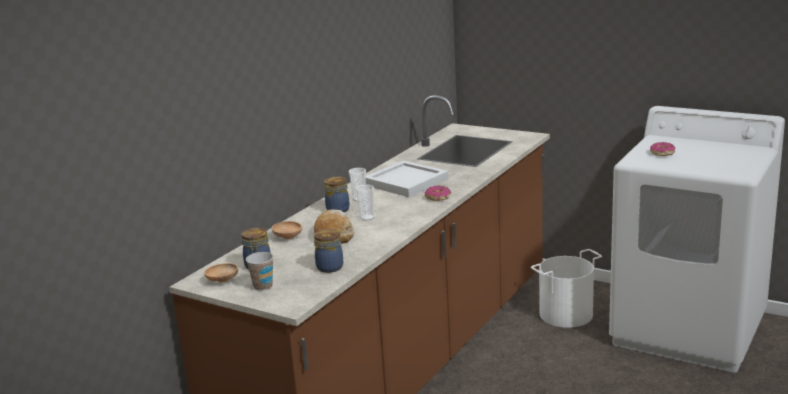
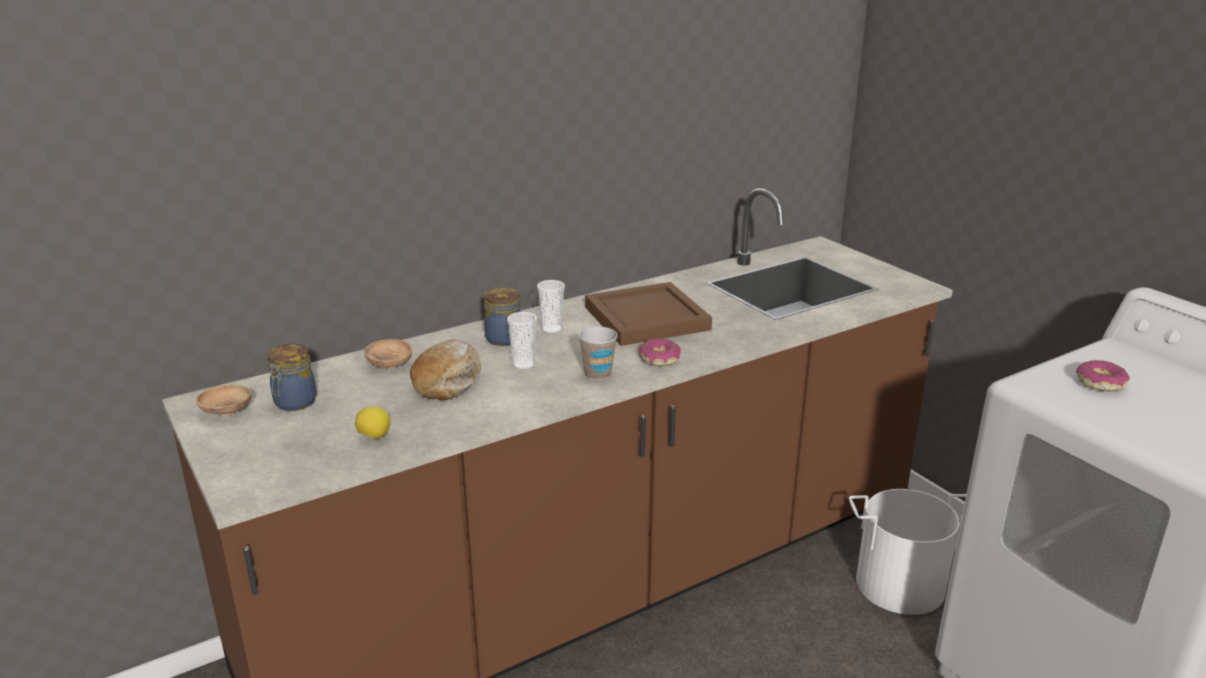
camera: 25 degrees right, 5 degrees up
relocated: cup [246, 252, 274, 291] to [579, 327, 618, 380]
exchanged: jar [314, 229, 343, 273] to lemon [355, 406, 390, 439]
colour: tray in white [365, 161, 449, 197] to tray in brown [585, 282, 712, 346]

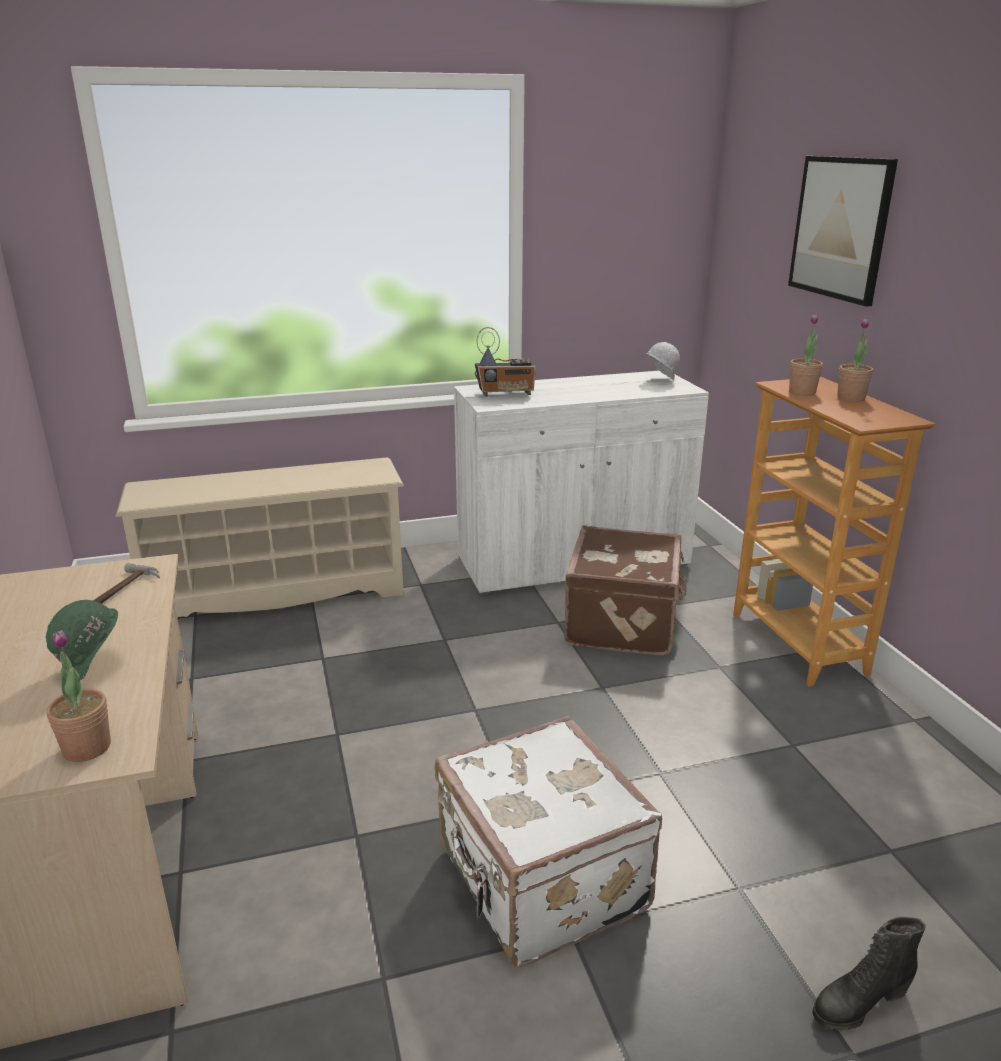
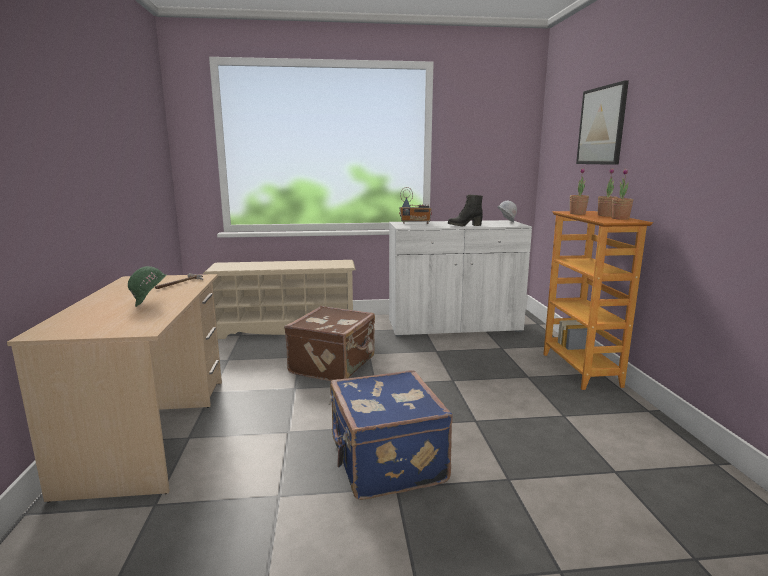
camera: 10 degrees right, 10 degrees down
relocated: suitcase in brown [564, 525, 686, 656] to [284, 306, 375, 381]; potted plant [46, 630, 111, 762] to [612, 168, 633, 220]; boot in black [812, 917, 926, 1030] to [448, 194, 483, 226]
colour: suitcase in white [435, 716, 662, 967] to suitcase in blue [329, 370, 453, 500]

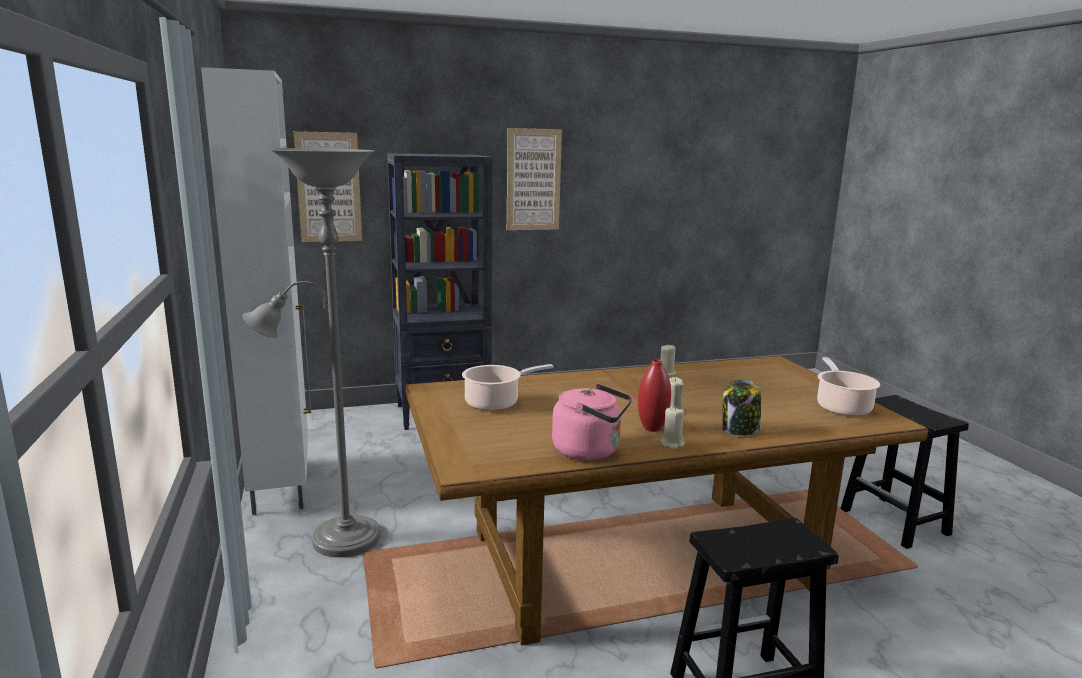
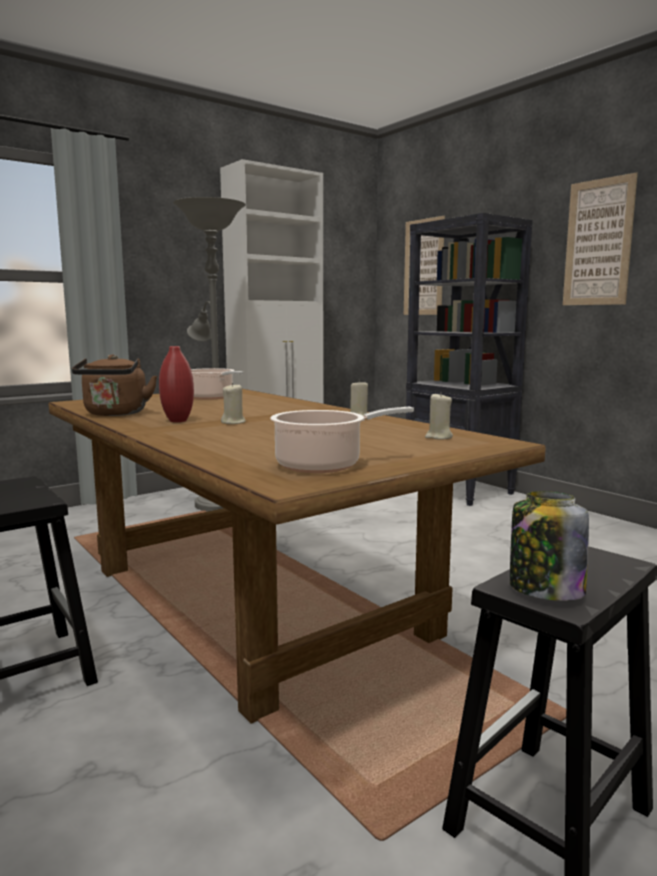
camera: 70 degrees right, 5 degrees down
relocated: jar [723, 380, 761, 436] to [510, 491, 589, 601]; candle in beige [661, 407, 685, 449] to [425, 392, 453, 440]
colour: kettle in pink [552, 384, 632, 461] to kettle in brown [72, 354, 157, 416]

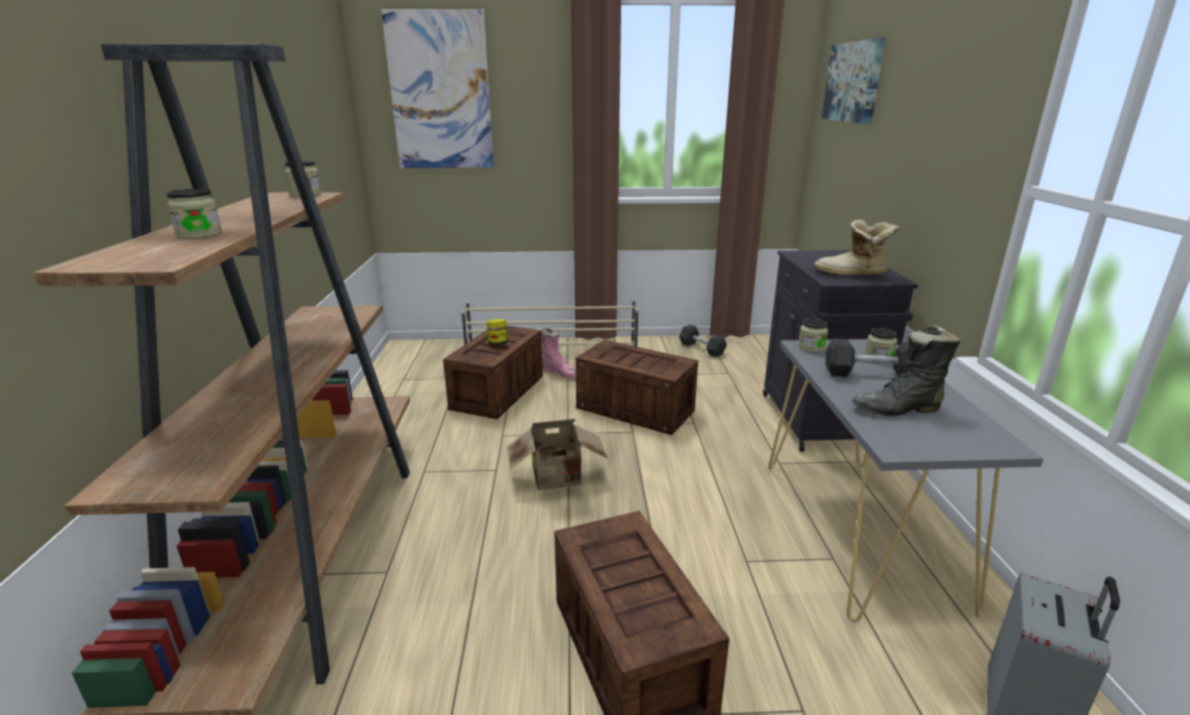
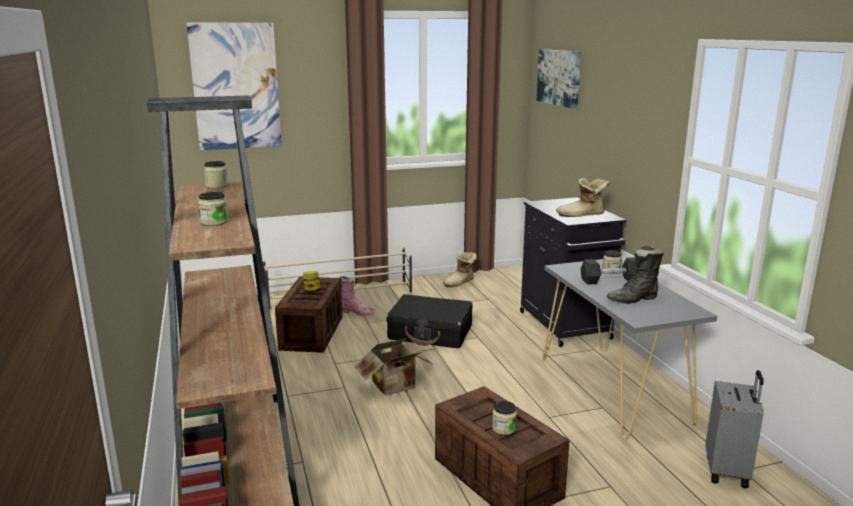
camera: 15 degrees left, 5 degrees down
relocated: jar [798, 318, 828, 353] to [492, 401, 517, 435]
exchanged: dumbbell in grey [679, 325, 727, 357] to boot [443, 252, 477, 287]; crate [576, 340, 698, 435] to suitcase in black [386, 294, 473, 348]

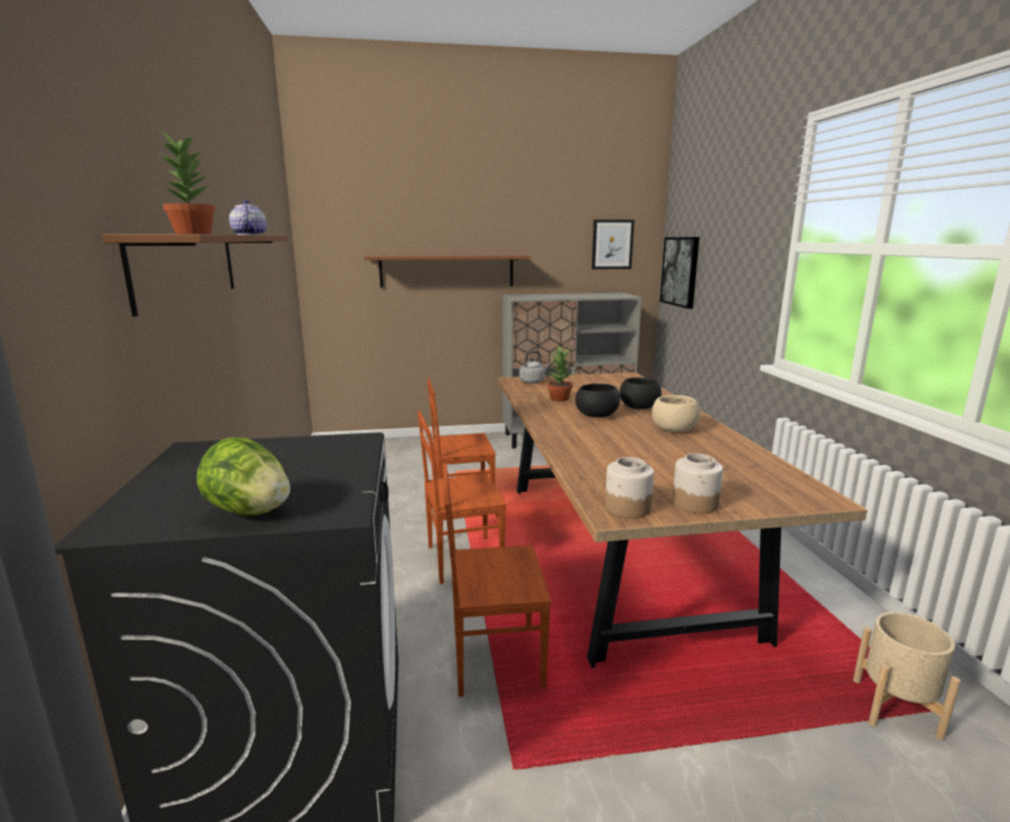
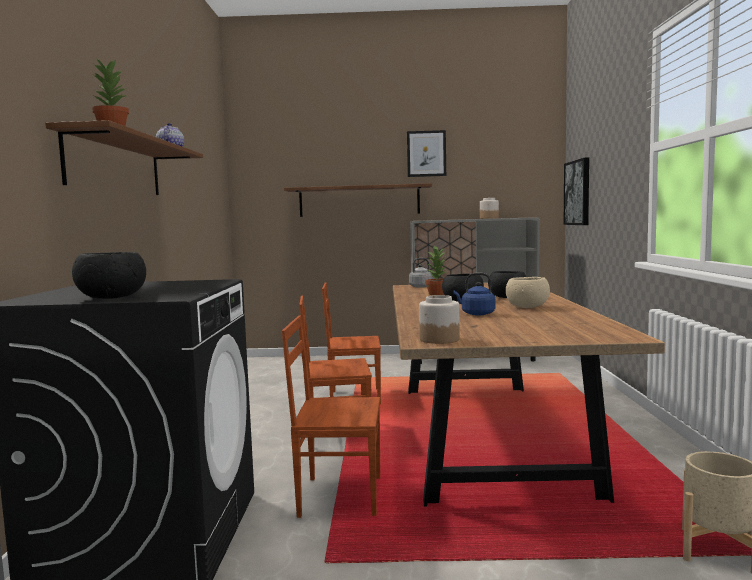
camera: 10 degrees right, 10 degrees down
appeared: kettle in blue [453, 273, 495, 315]
relocated: picture [592, 220, 634, 269] to [407, 130, 446, 177]; jar [672, 453, 723, 513] to [480, 198, 499, 219]
exchanged: lettuce [197, 437, 290, 516] to bowl in black [72, 252, 146, 299]

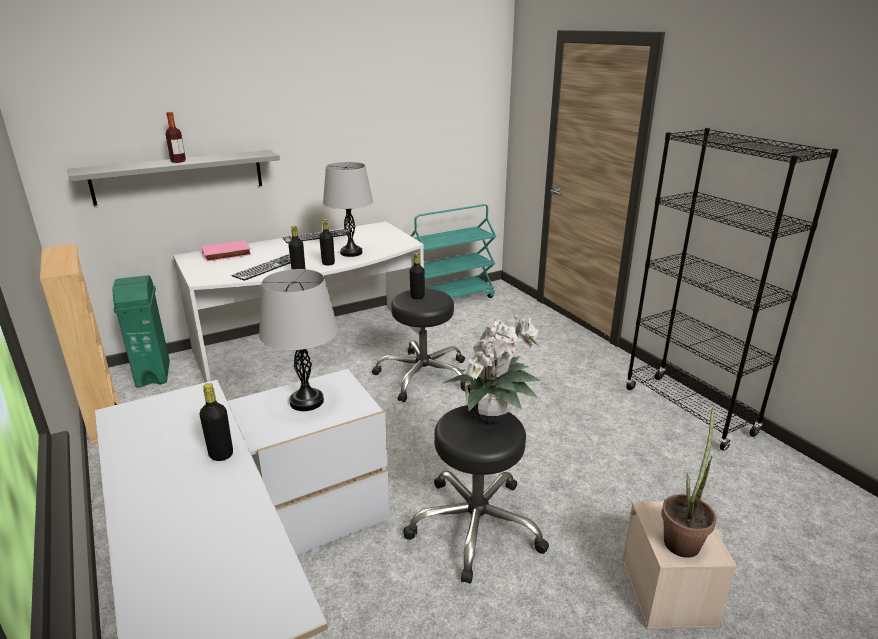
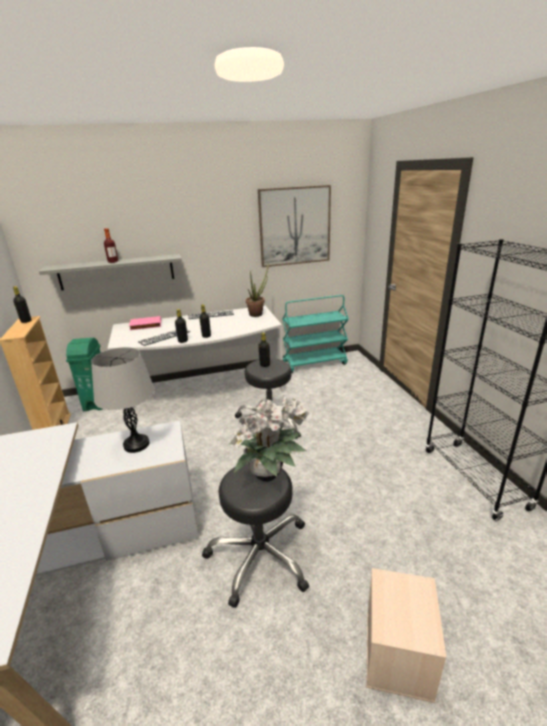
camera: 15 degrees right, 0 degrees up
missing: table lamp in grey [323, 162, 373, 257]
appeared: picture [258, 185, 331, 267]
relocated: bottle in black [200, 383, 233, 461] to [13, 286, 31, 323]; potted plant [661, 408, 716, 558] to [246, 263, 269, 317]

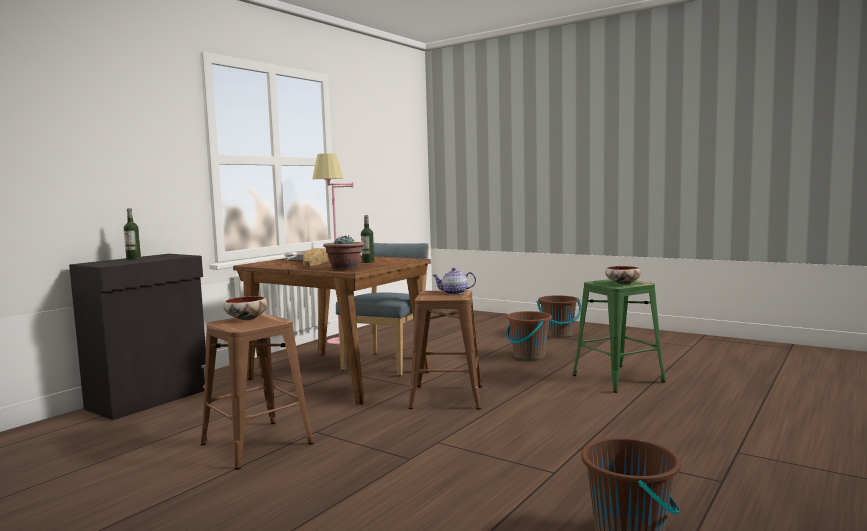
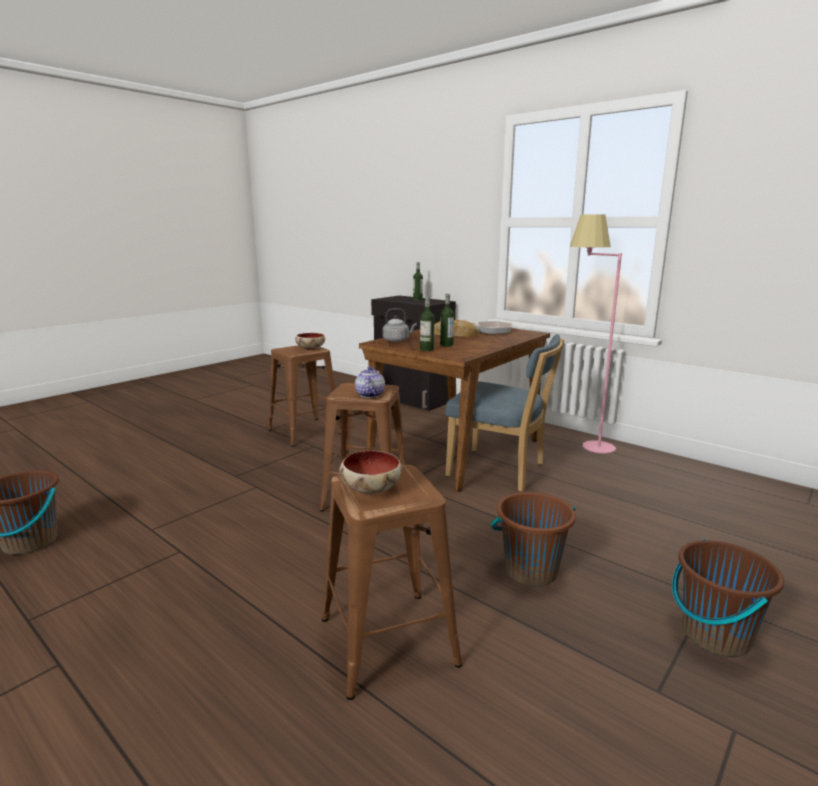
camera: 95 degrees right, 10 degrees up
appeared: bottle [420, 296, 434, 351]
exchanged: potted plant [323, 235, 365, 270] to kettle in grey [383, 308, 417, 342]
colour: stool in green [572, 279, 666, 393] to stool in brown [322, 465, 462, 700]

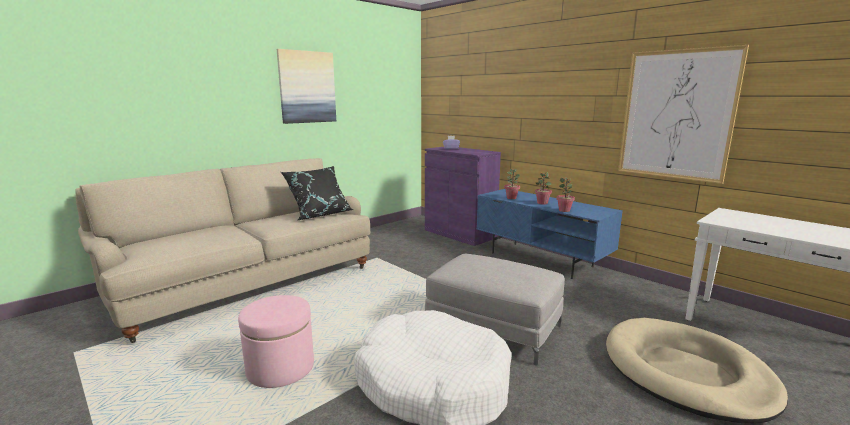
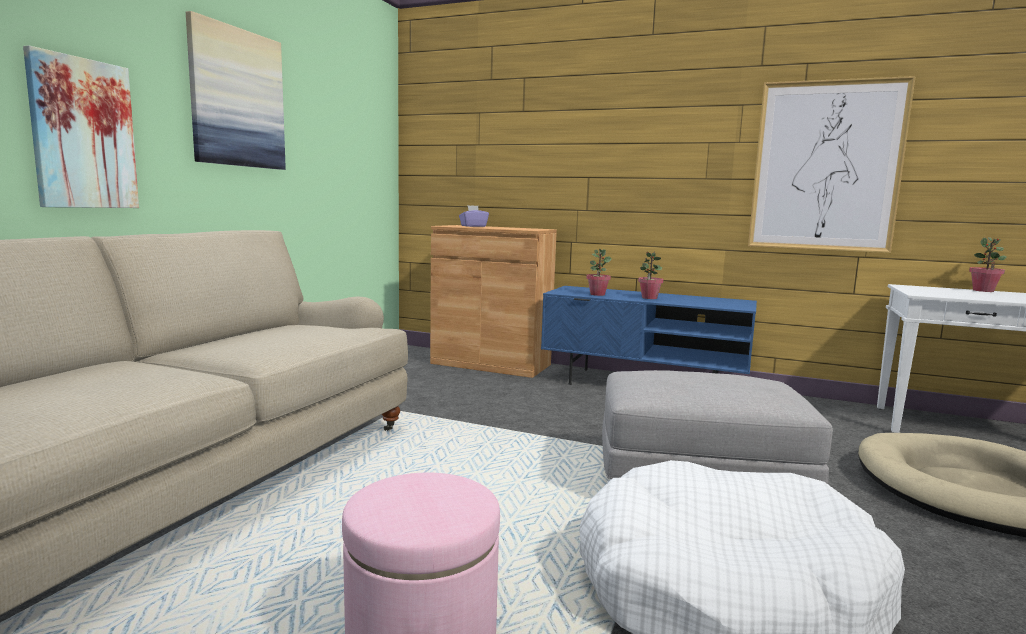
camera: 25 degrees left, 5 degrees down
missing: pillow in black [281, 166, 353, 220]
appeared: picture [23, 45, 139, 208]
relocated: potted plant [556, 178, 575, 212] to [969, 237, 1007, 292]
colour: cabinet in purple [425, 147, 501, 246] to cabinet in brown [430, 225, 557, 378]

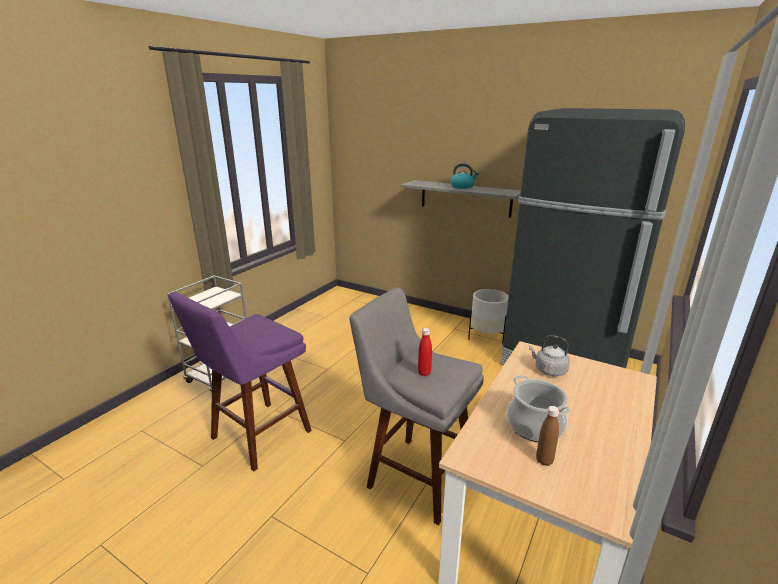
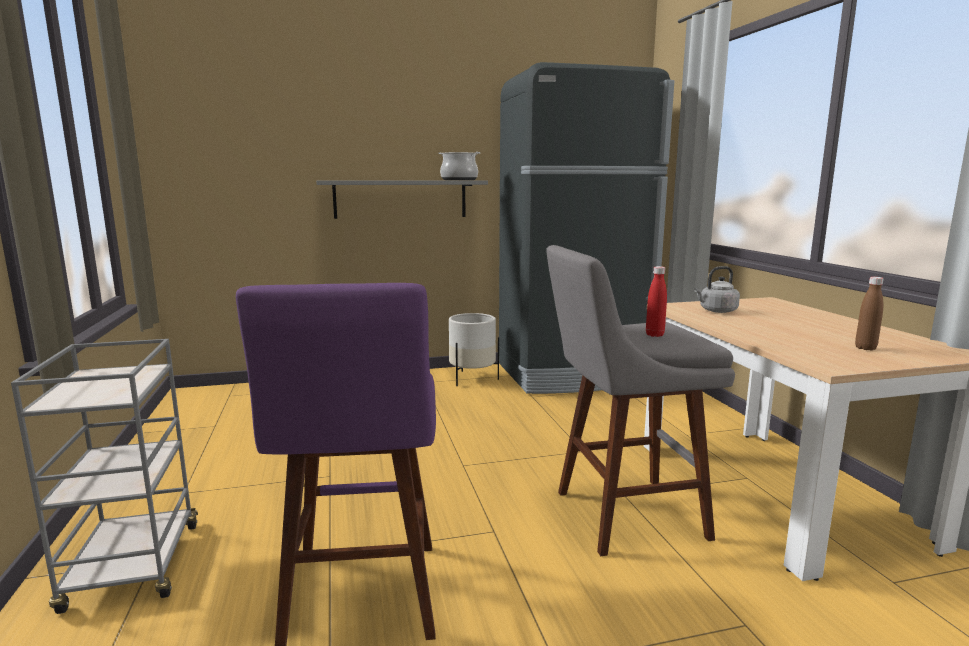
camera: 45 degrees left, 10 degrees down
missing: kettle [450, 163, 479, 189]
relocated: cooking pot [507, 375, 570, 442] to [438, 152, 480, 180]

